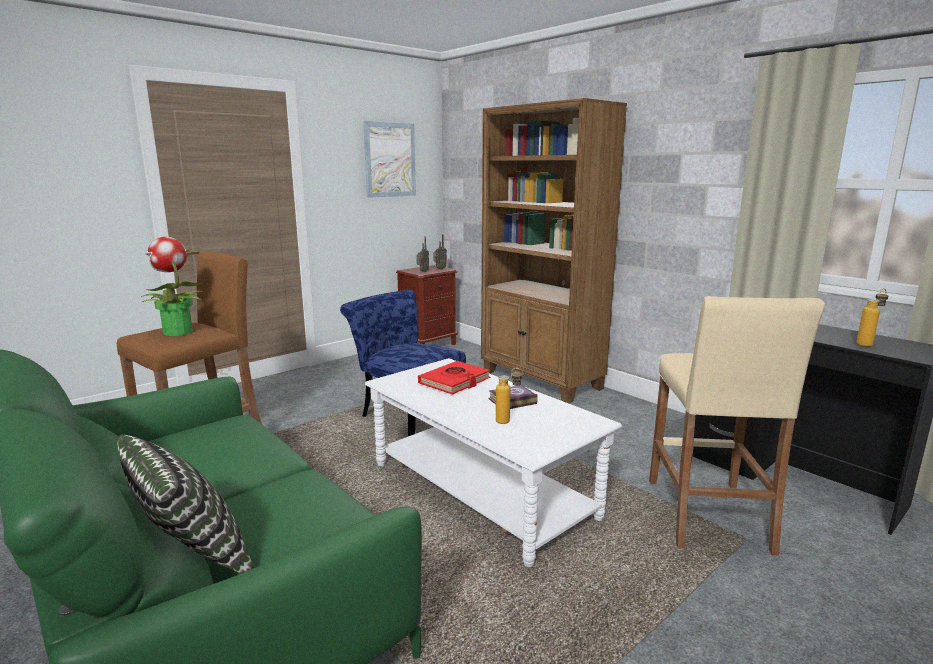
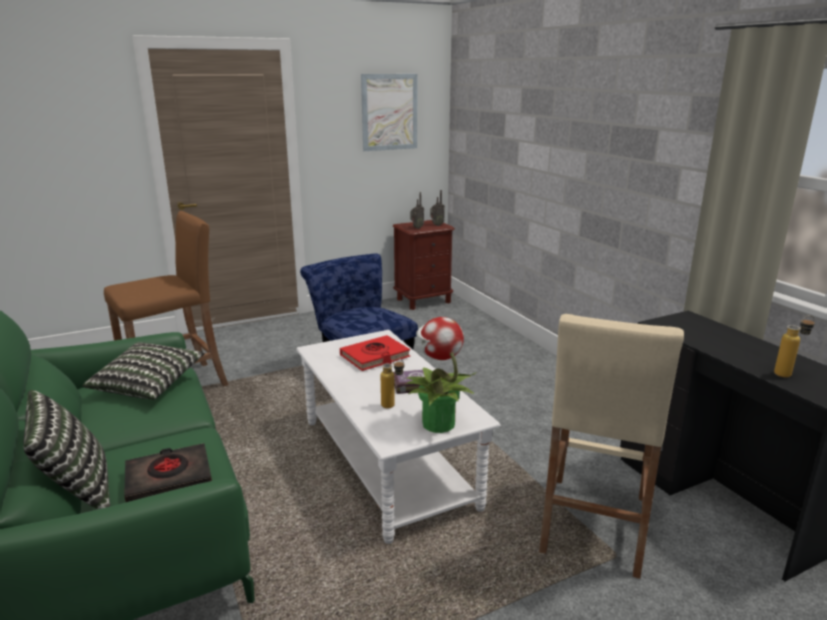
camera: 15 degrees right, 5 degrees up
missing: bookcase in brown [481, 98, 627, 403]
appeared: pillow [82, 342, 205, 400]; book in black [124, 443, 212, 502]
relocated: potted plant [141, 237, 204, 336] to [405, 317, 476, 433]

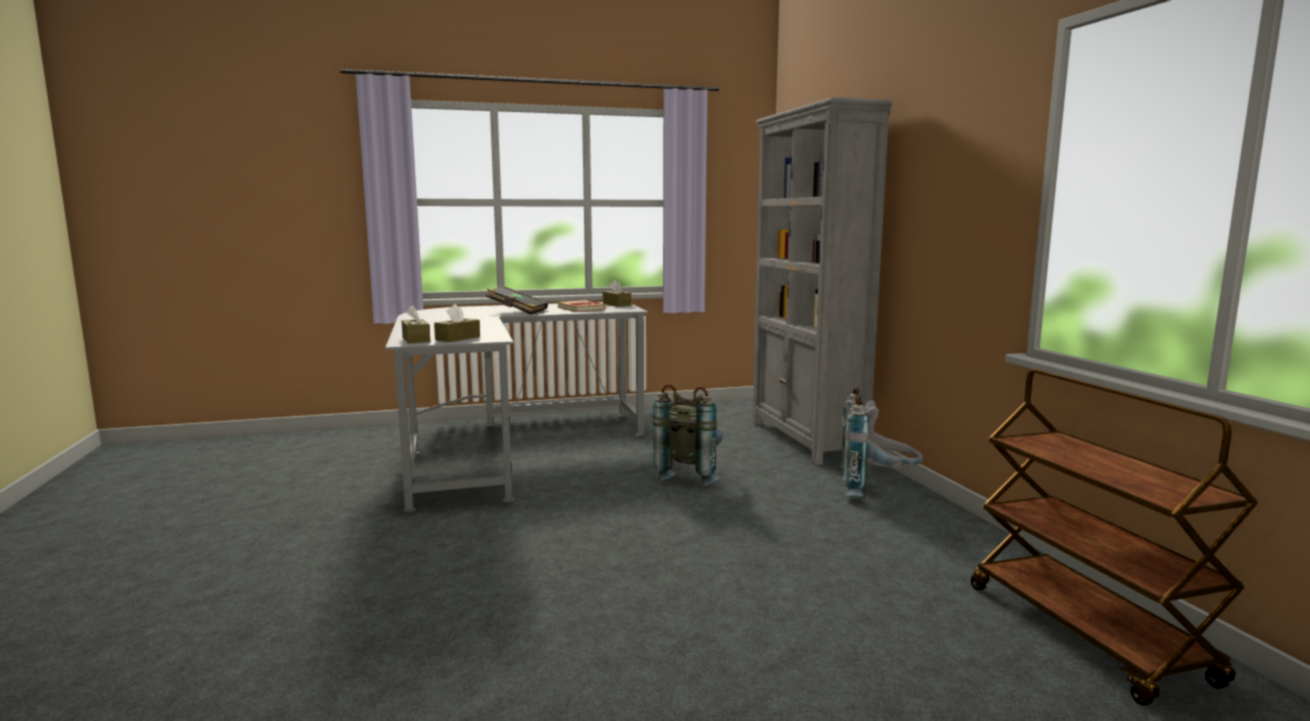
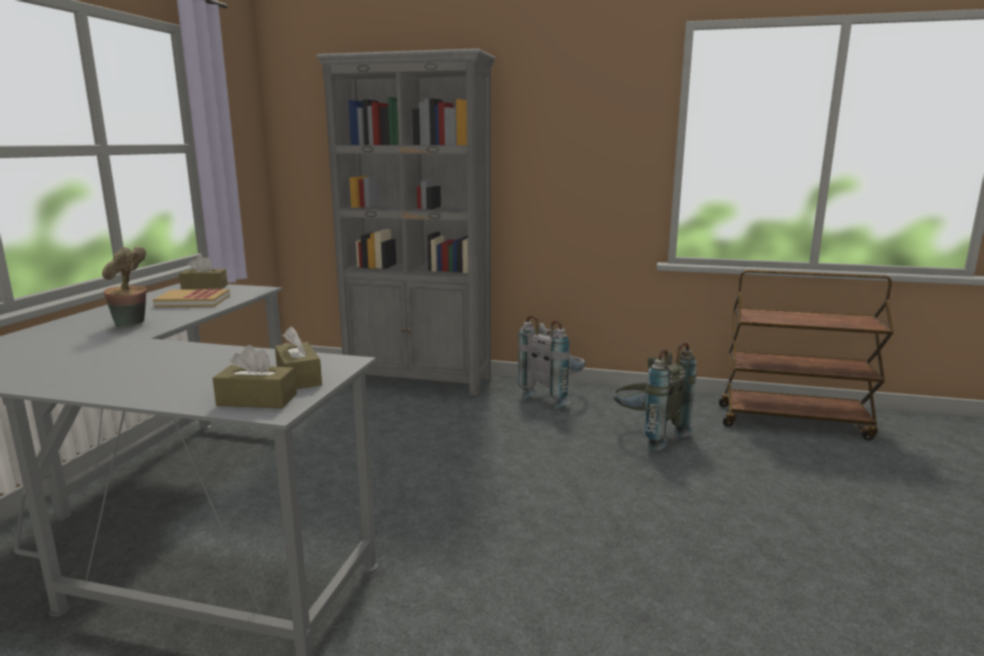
camera: 60 degrees left, 5 degrees up
relocated: backpack in grey [653, 384, 723, 486] to [613, 342, 697, 451]
exchanged: book in black [486, 286, 548, 314] to potted plant [102, 247, 147, 327]

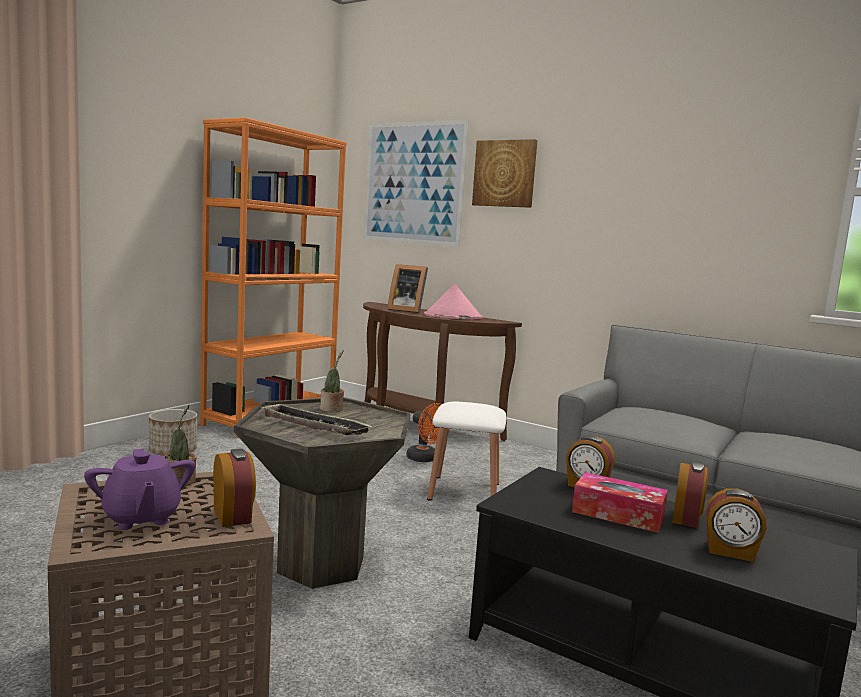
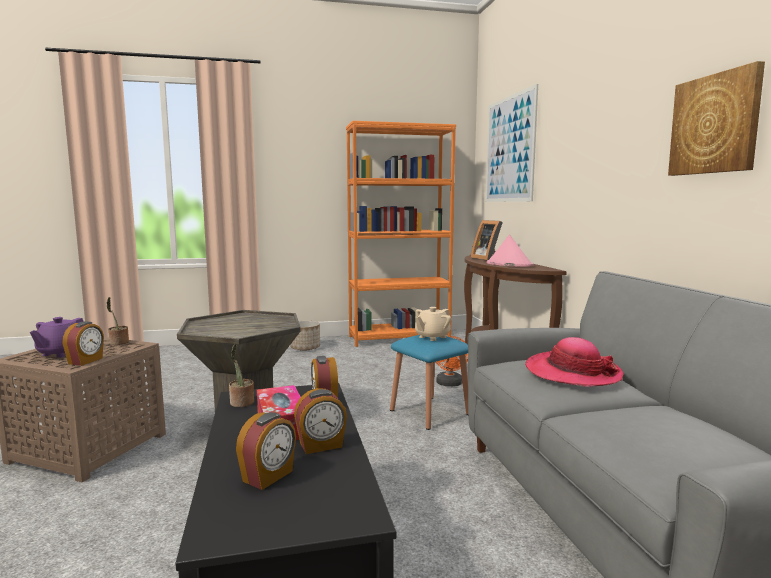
camera: 45 degrees right, 0 degrees up
missing: tray [260, 403, 372, 435]
appeared: teapot in beige [415, 307, 451, 341]; hat [525, 337, 624, 387]
relocated: picture [472, 139, 538, 208] to [668, 61, 765, 176]; potted plant [320, 350, 344, 412] to [229, 343, 254, 407]
colour: stool in white [427, 402, 506, 500] to stool in blue [390, 335, 468, 430]
spun: alarm clock [706, 489, 767, 562] = [236, 412, 296, 490] 120 degrees counterclockwise

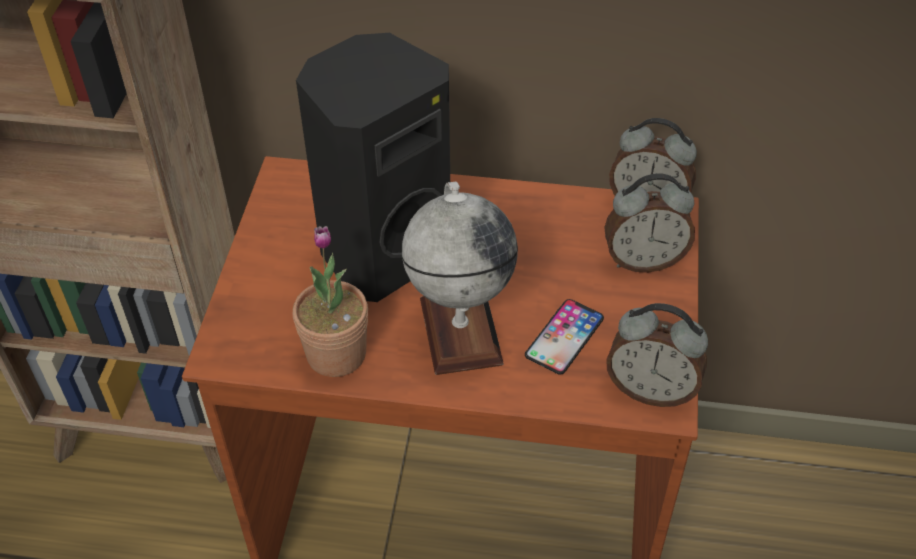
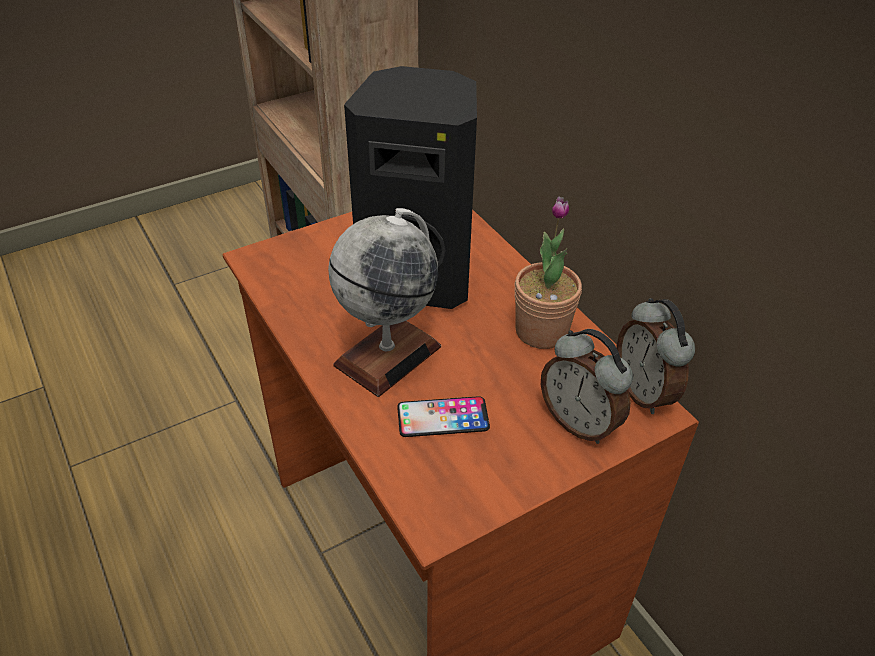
camera: 50 degrees right, 5 degrees down
missing: alarm clock [606, 303, 708, 407]
relocated: potted plant [293, 226, 368, 377] to [515, 196, 582, 349]

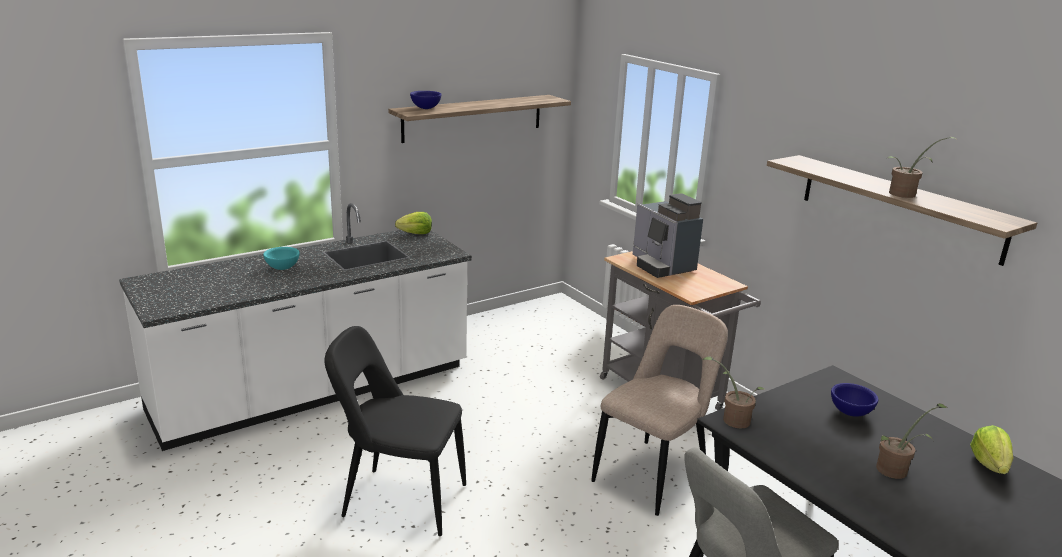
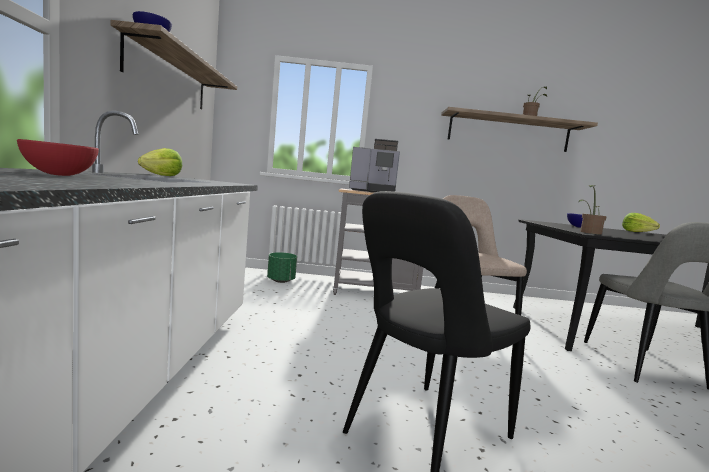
camera: 55 degrees left, 15 degrees down
missing: potted plant [876, 403, 947, 479]
appeared: planter in green [267, 252, 297, 283]
colour: bowl in turquoise [263, 247, 300, 270] to bowl in red [17, 139, 99, 176]

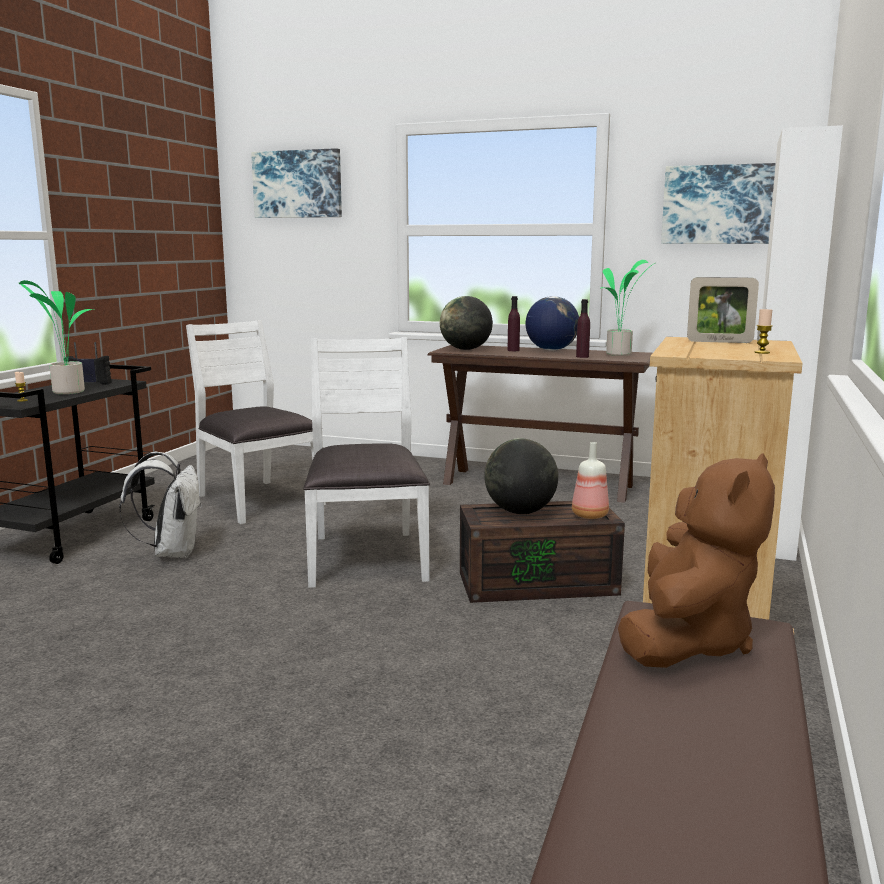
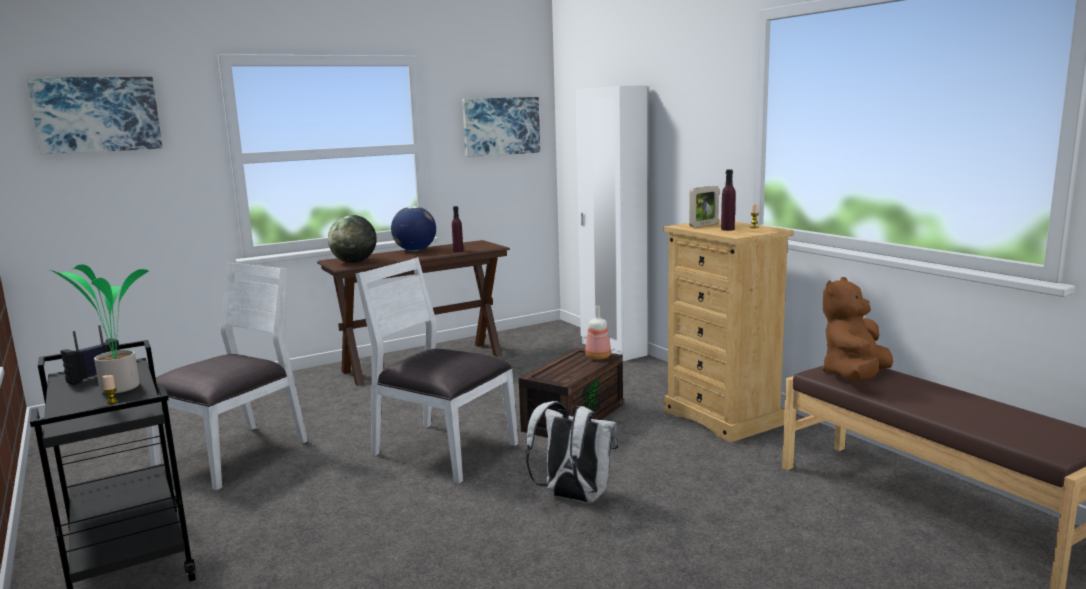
camera: 50 degrees left, 0 degrees up
missing: potted plant [601, 260, 655, 356]; globe [484, 438, 558, 514]
relocated: bottle in purple [508, 296, 520, 351] to [721, 170, 735, 231]; backpack in white [119, 452, 202, 558] to [526, 401, 618, 503]
spun: chair in white [186, 320, 326, 524] = [147, 262, 308, 490] 120 degrees clockwise; plush toy in brown [618, 453, 775, 668] = [822, 277, 893, 381] 120 degrees counterclockwise

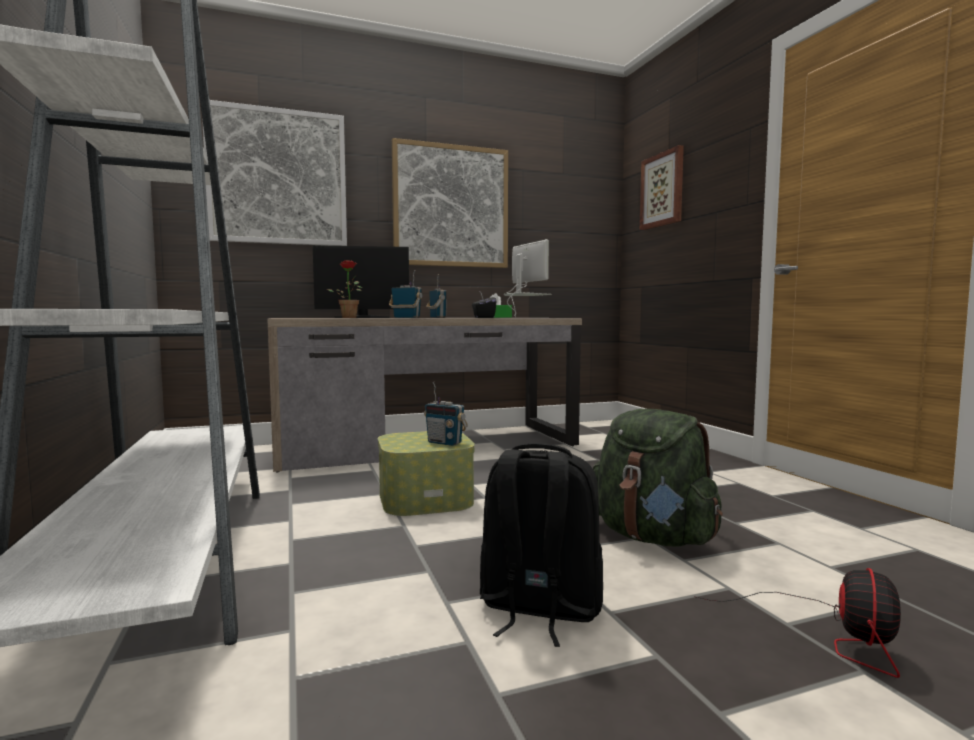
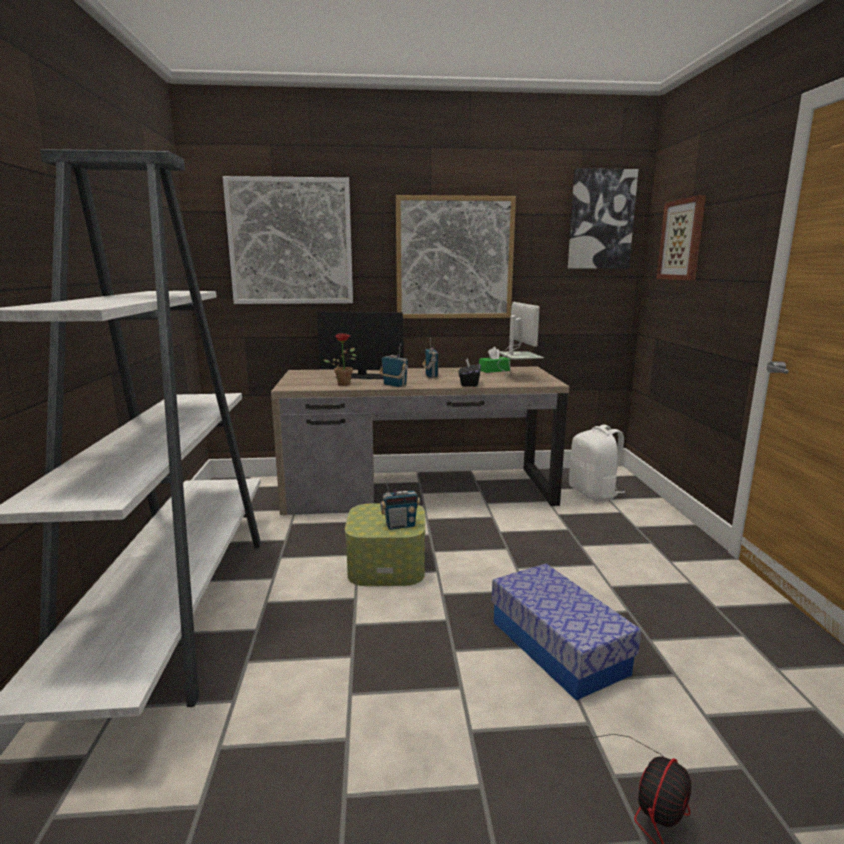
camera: 15 degrees right, 10 degrees up
missing: backpack in black [480, 443, 603, 647]
appeared: picture [568, 168, 638, 268]; backpack in white [569, 424, 625, 502]
exchanged: backpack in green [593, 409, 723, 547] to storage box [492, 564, 641, 700]
spun: radio [424, 382, 468, 446] = [380, 476, 420, 530] 60 degrees counterclockwise

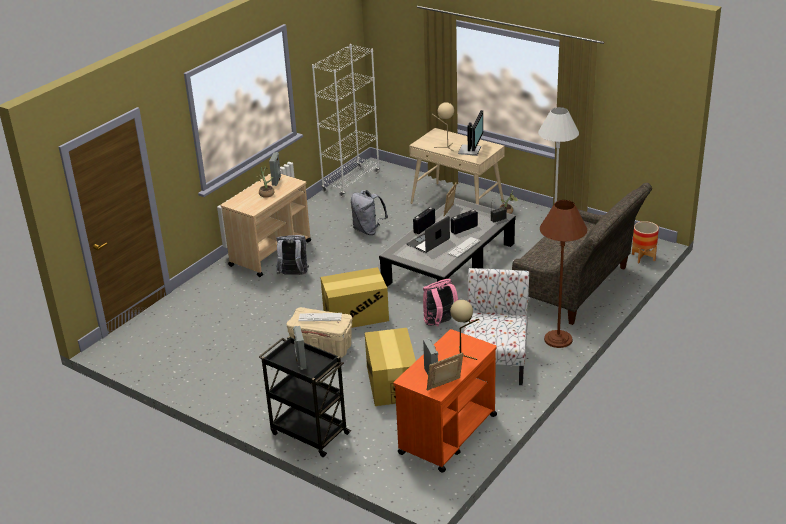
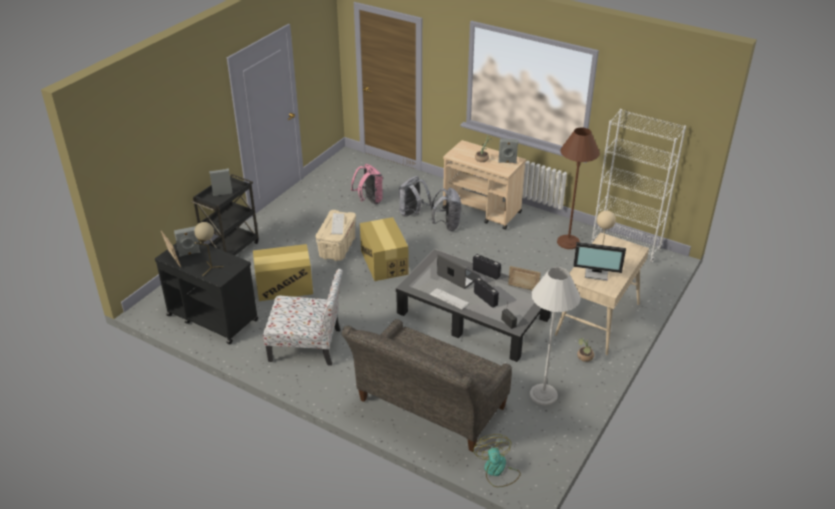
camera: 85 degrees right, 5 degrees up
relocated: backpack in grey [351, 190, 388, 235] to [399, 176, 432, 217]; floor lamp in brown [540, 200, 587, 348] to [557, 127, 600, 249]; backpack in pink [423, 279, 458, 326] to [351, 164, 383, 204]
exchanged: planter [632, 221, 659, 263] to fan [473, 434, 521, 487]
colour: cart in orange [393, 329, 497, 473] to cart in black [155, 241, 258, 344]

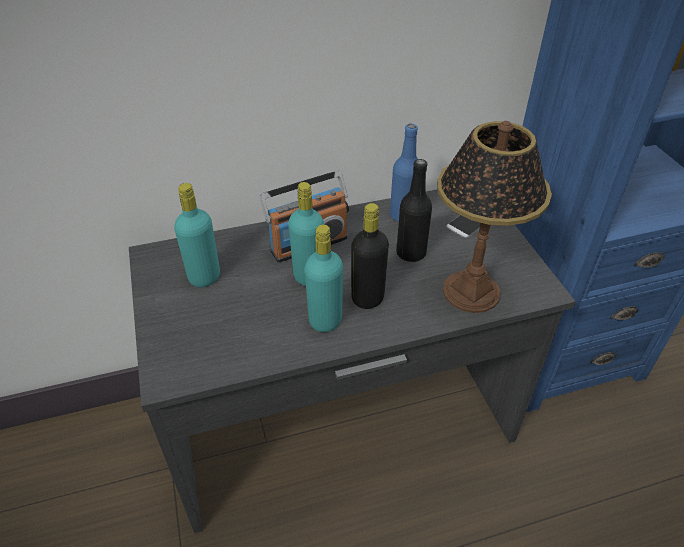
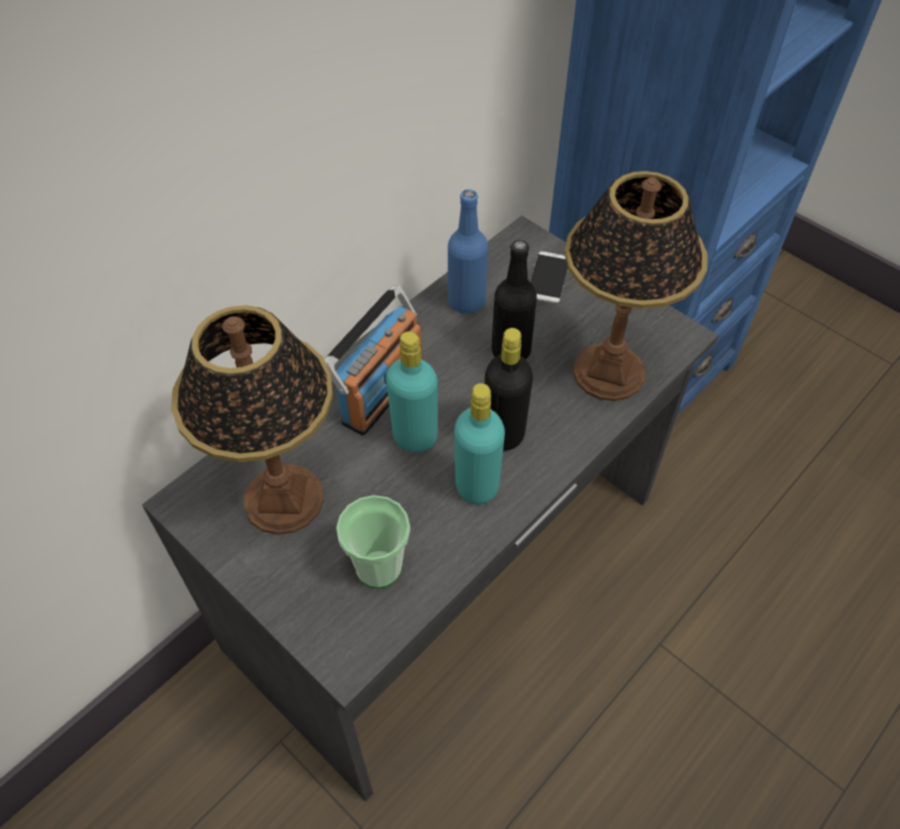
camera: 30 degrees left, 10 degrees up
appeared: cup [336, 495, 410, 588]
exchanged: bottle in turquoise [174, 183, 220, 287] to table lamp [171, 305, 333, 535]

